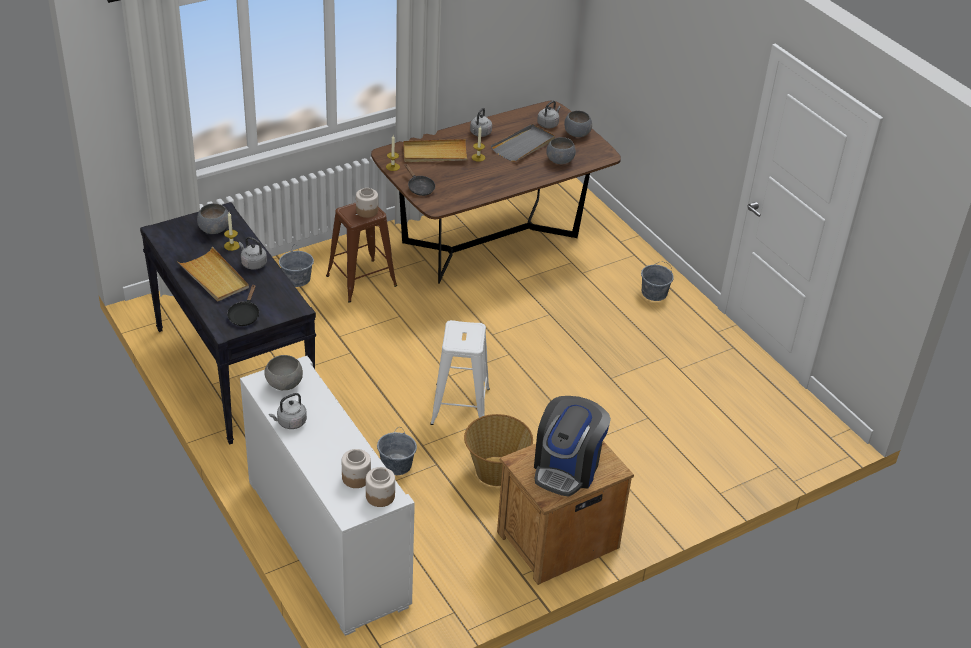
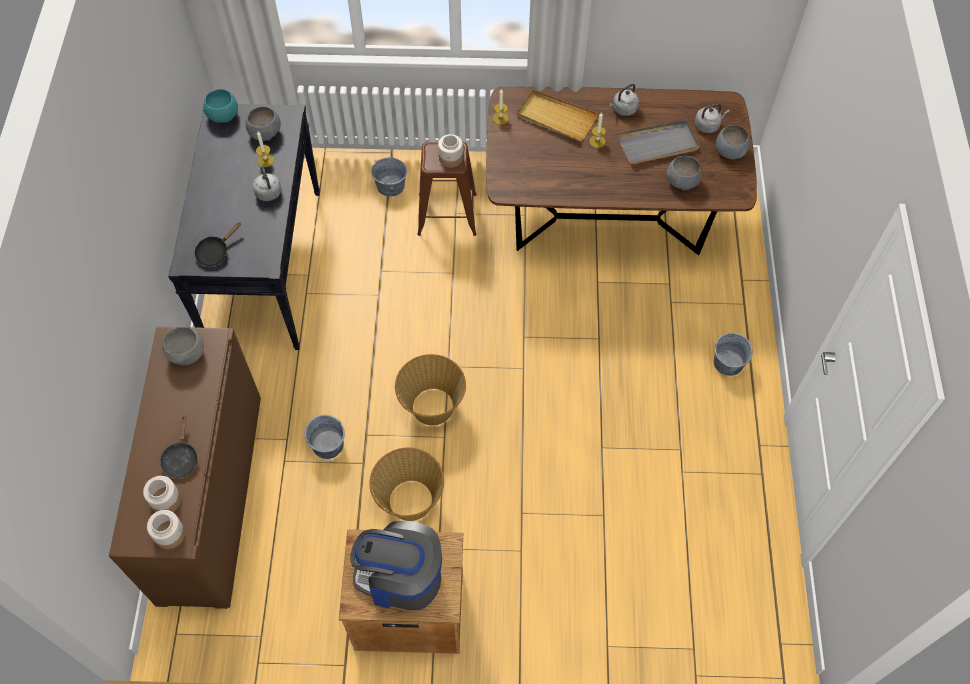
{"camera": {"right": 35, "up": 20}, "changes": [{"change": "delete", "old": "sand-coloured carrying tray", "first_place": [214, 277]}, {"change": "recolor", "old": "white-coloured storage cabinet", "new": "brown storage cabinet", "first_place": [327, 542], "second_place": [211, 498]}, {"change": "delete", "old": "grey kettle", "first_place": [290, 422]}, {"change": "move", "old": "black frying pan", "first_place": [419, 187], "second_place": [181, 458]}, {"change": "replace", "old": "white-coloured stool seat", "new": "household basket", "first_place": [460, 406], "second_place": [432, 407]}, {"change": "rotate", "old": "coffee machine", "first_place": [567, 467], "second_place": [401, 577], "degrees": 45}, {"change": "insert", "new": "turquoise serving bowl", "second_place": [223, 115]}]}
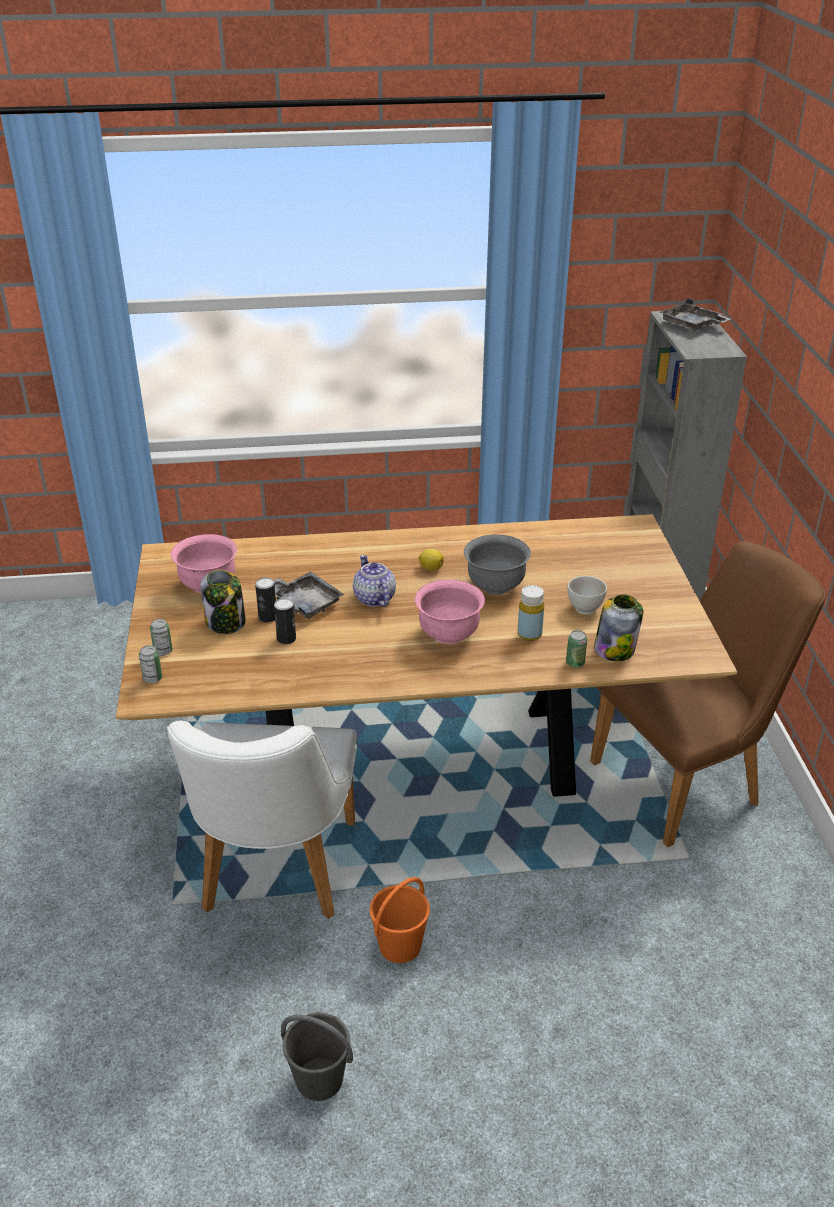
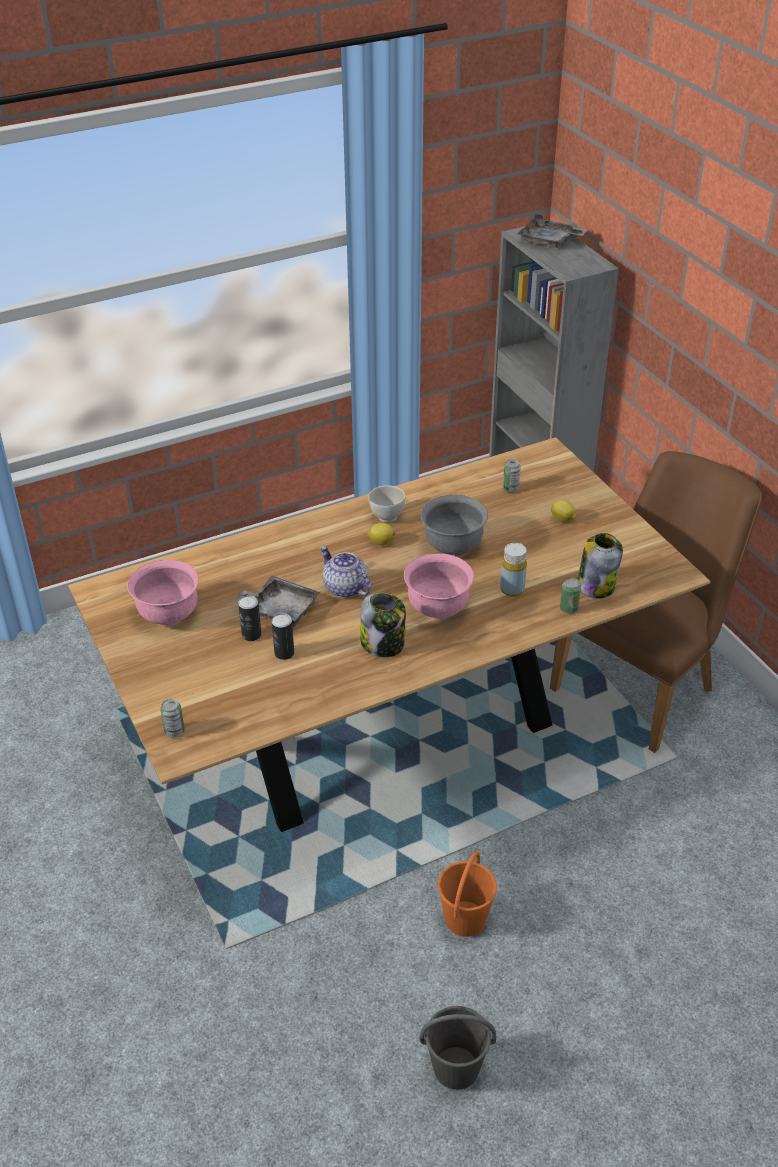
{"camera": {"right": -20, "up": 5}, "changes": [{"change": "move", "old": "sealed can", "first_place": [163, 651], "second_place": [510, 488]}, {"change": "delete", "old": "white-coloured upright chair", "first_place": [274, 877]}, {"change": "move", "old": "preserve jar", "first_place": [226, 622], "second_place": [383, 644]}, {"change": "move", "old": "white-coloured serving bowl", "first_place": [584, 608], "second_place": [387, 516]}, {"change": "insert", "new": "citrus fruit", "second_place": [563, 519]}]}
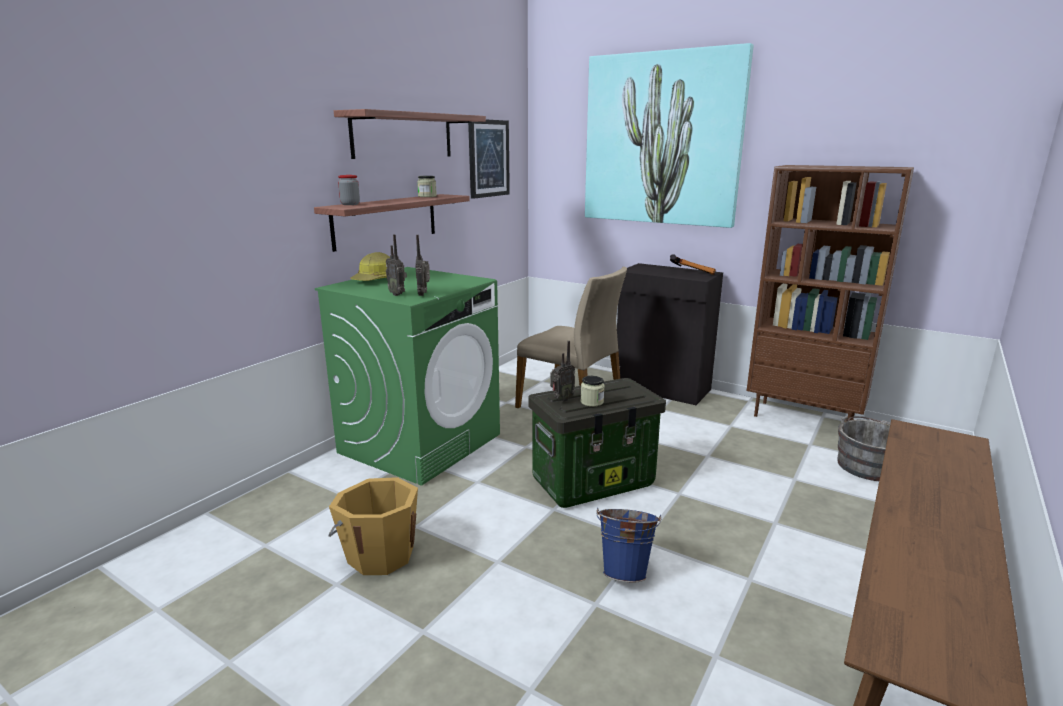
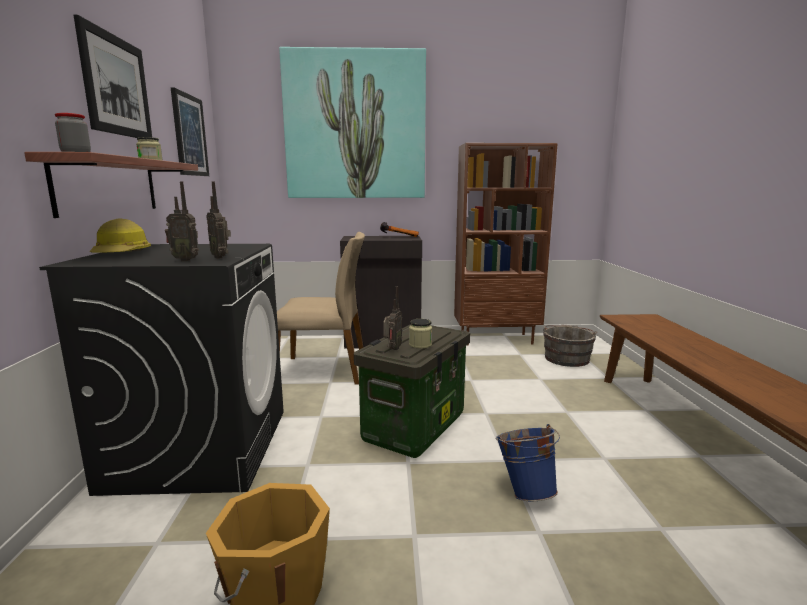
{"camera": {"right": -35, "up": -5}, "changes": [{"change": "recolor", "old": "green laundry appliance", "new": "black laundry appliance", "first_place": [421, 443], "second_place": [201, 447]}, {"change": "replace", "old": "bracket shelf", "new": "wall art", "first_place": [403, 135], "second_place": [116, 86]}]}
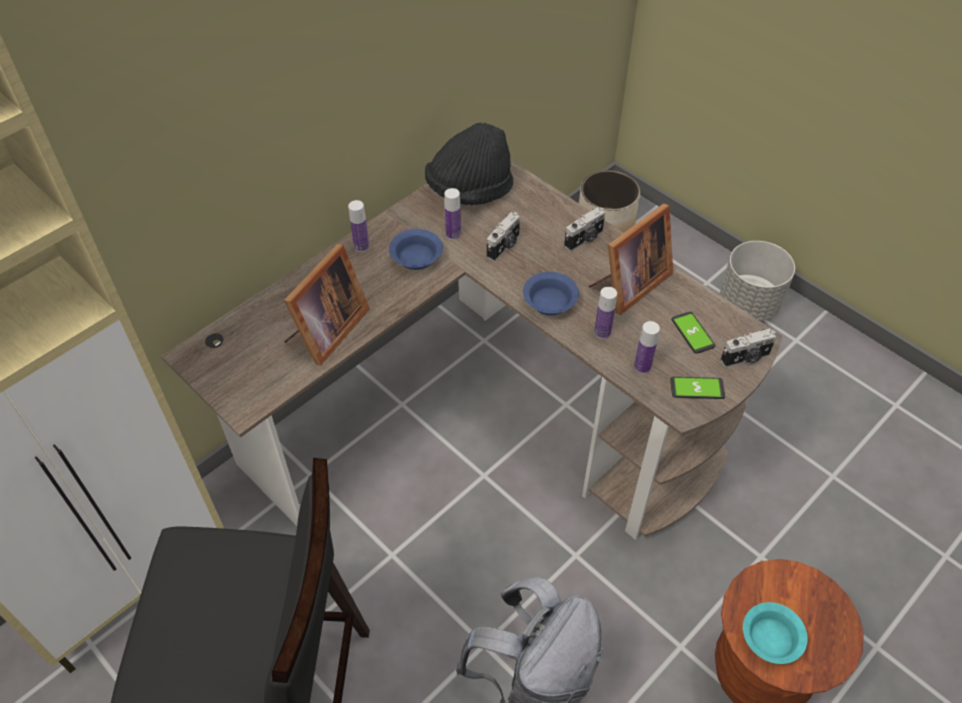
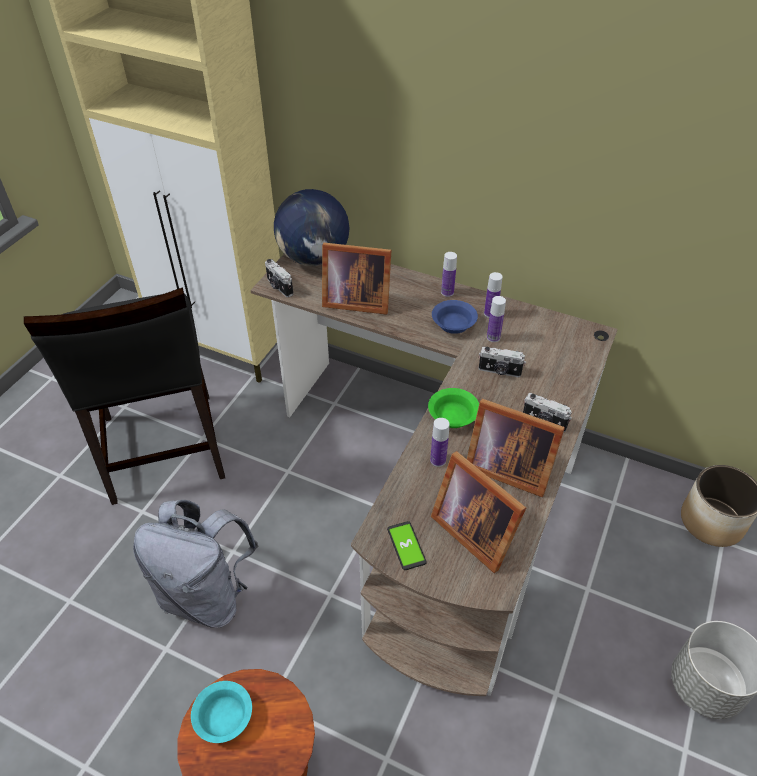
{"camera": {"right": 70, "up": -5}, "changes": [{"change": "delete", "old": "black hat", "first_place": [469, 190]}, {"change": "recolor", "old": "blue-coloured serving bowl", "new": "green serving bowl", "first_place": [550, 302], "second_place": [454, 417]}, {"change": "move", "old": "bottle", "first_place": [642, 367], "second_place": [490, 313]}, {"change": "replace", "old": "telephone", "new": "standing frame", "first_place": [692, 333], "second_place": [473, 529]}, {"change": "move", "old": "photo camera", "first_place": [746, 358], "second_place": [279, 287]}, {"change": "insert", "new": "globe", "second_place": [314, 258]}]}
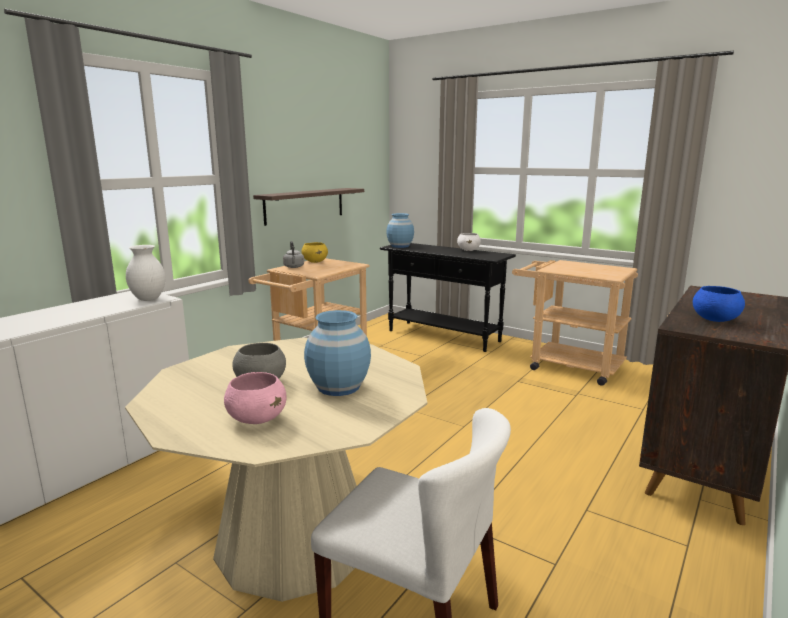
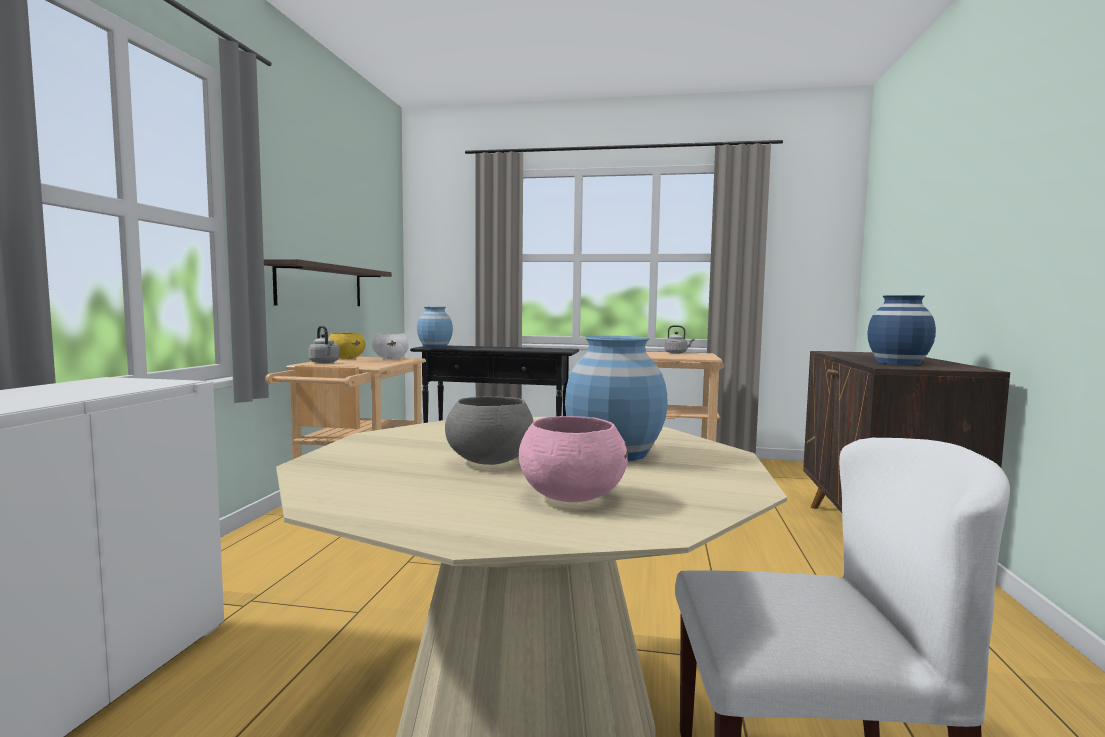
{"camera": {"right": -25, "up": -10}, "changes": [{"change": "delete", "old": "white-coloured decorative vase", "first_place": [149, 299]}, {"change": "move", "old": "white-coloured serving bowl", "first_place": [468, 250], "second_place": [391, 358]}, {"change": "replace", "old": "blue-coloured serving bowl", "new": "blue-coloured decorative vase", "first_place": [715, 320], "second_place": [898, 362]}, {"change": "insert", "new": "grey kettle", "second_place": [677, 353]}]}
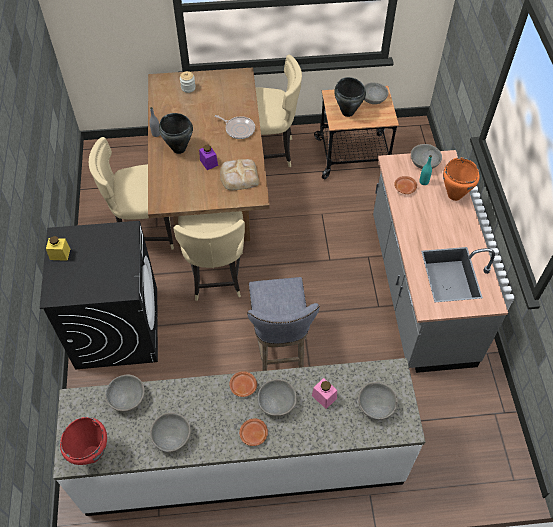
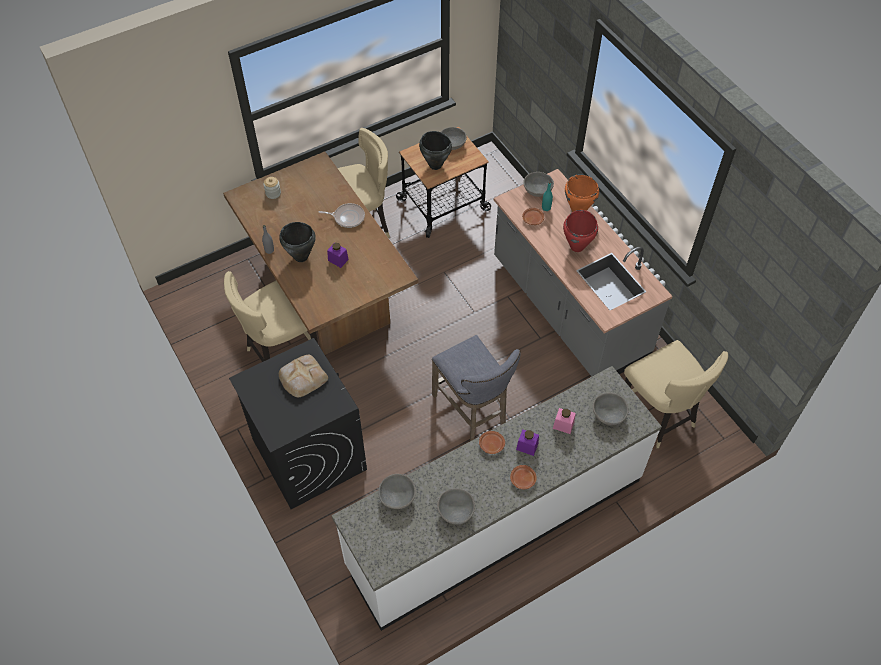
{"camera": {"right": -25, "up": 0}, "changes": [{"change": "delete", "old": "yellowish preserve jar", "first_place": [60, 254]}, {"change": "move", "old": "red-coloured saucepot", "first_place": [92, 454], "second_place": [577, 246]}, {"change": "move", "old": "sand-coloured upright chair", "first_place": [216, 277], "second_place": [658, 417]}, {"change": "move", "old": "baked bread", "first_place": [239, 176], "second_place": [302, 377]}, {"change": "replace", "old": "grey serving bowl", "new": "purple-coloured preserve jar", "first_place": [276, 403], "second_place": [527, 446]}]}
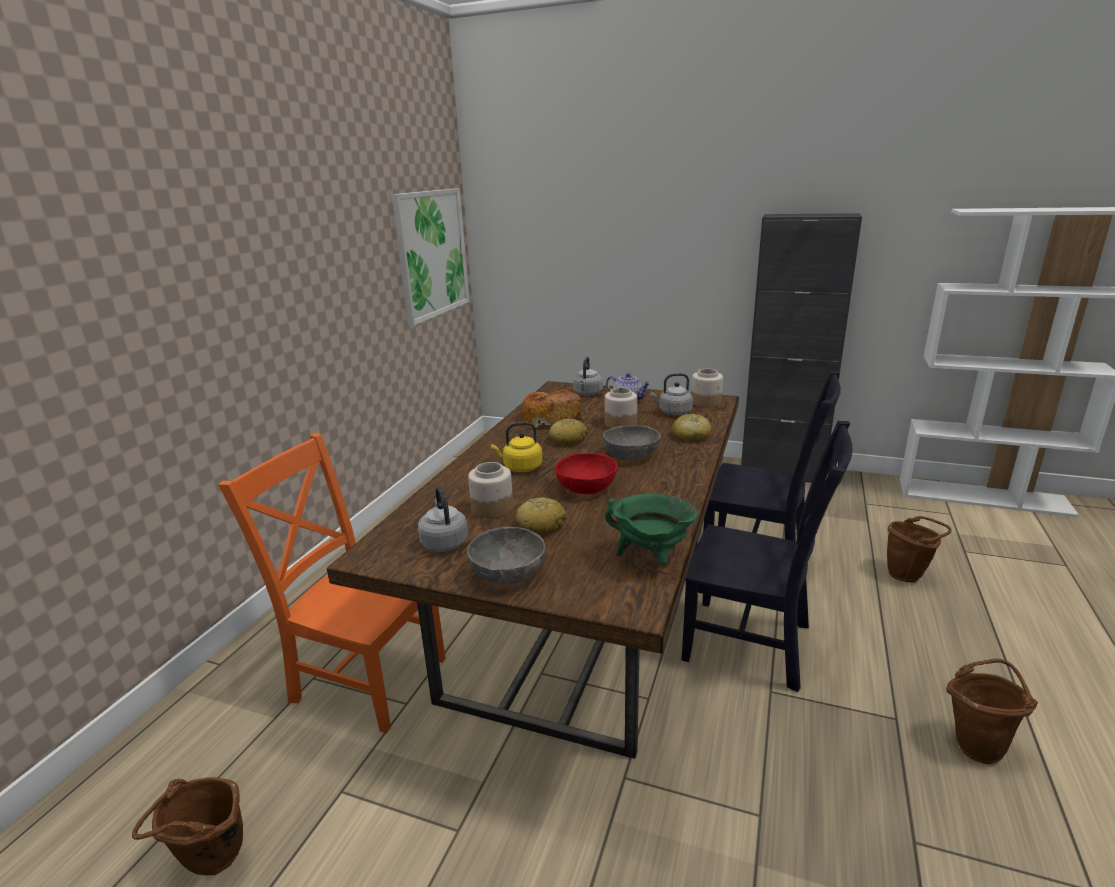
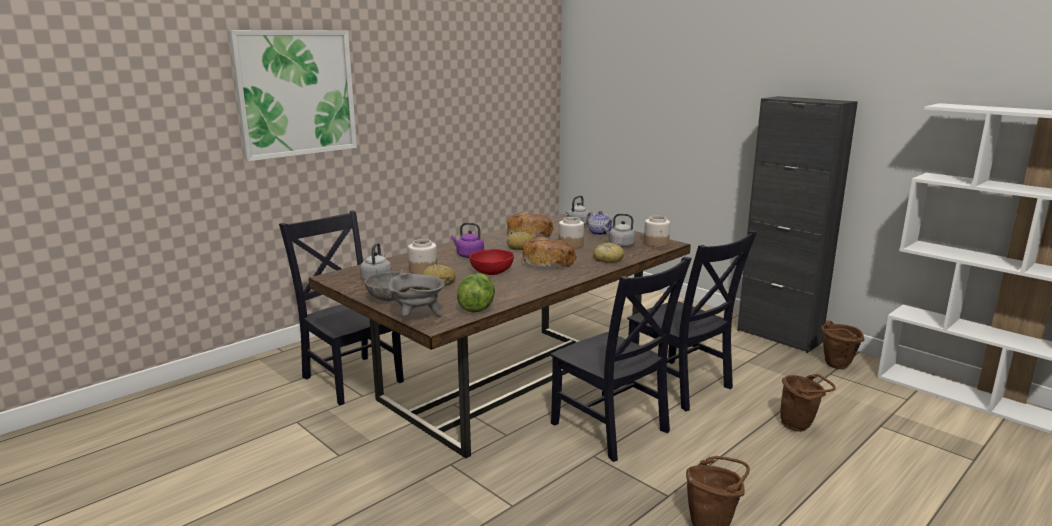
{"camera": {"right": 25, "up": -5}, "changes": [{"change": "move", "old": "brown pail", "first_place": [210, 864], "second_place": [835, 366]}, {"change": "recolor", "old": "orange upright chair", "new": "black upright chair", "first_place": [365, 676], "second_place": [351, 377]}, {"change": "move", "old": "wall art", "first_place": [432, 254], "second_place": [296, 93]}, {"change": "recolor", "old": "yellowish kettle", "new": "purple-coloured kettle", "first_place": [520, 467], "second_place": [468, 255]}, {"change": "replace", "old": "grey serving bowl", "new": "baked bread", "first_place": [631, 456], "second_place": [547, 262]}, {"change": "replace", "old": "green saucepot", "new": "lettuce head", "first_place": [652, 558], "second_place": [476, 308]}, {"change": "insert", "new": "grey saucepot", "second_place": [417, 317]}]}
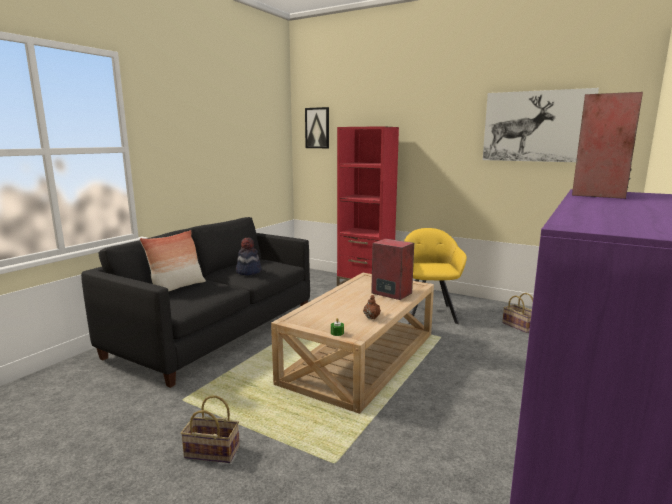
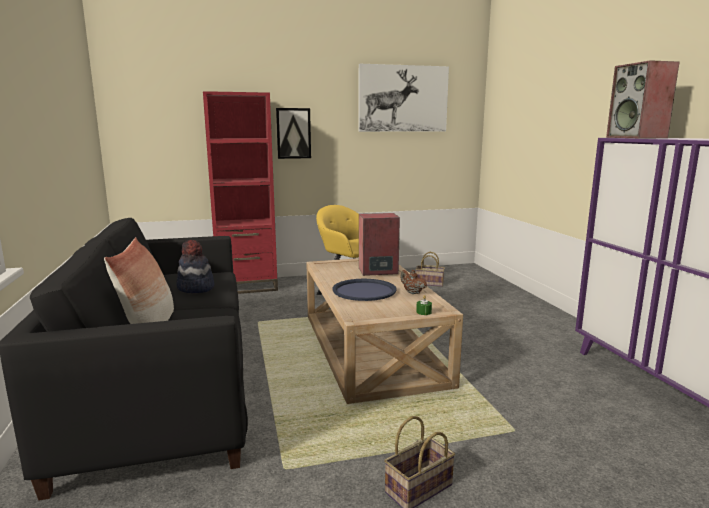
{"camera": {"right": -45, "up": 0}, "changes": [{"change": "move", "old": "wall art", "first_place": [317, 128], "second_place": [293, 133]}, {"change": "insert", "new": "blue-coloured carrying tray", "second_place": [364, 291]}]}
